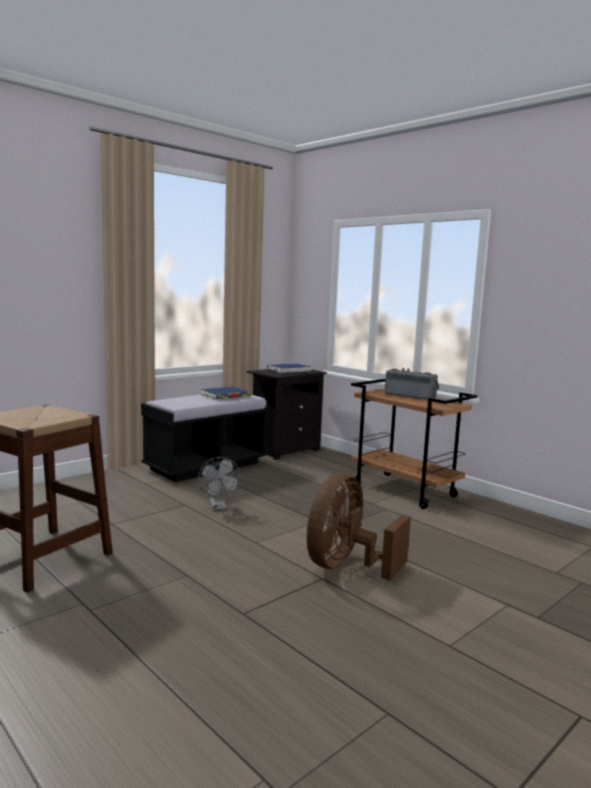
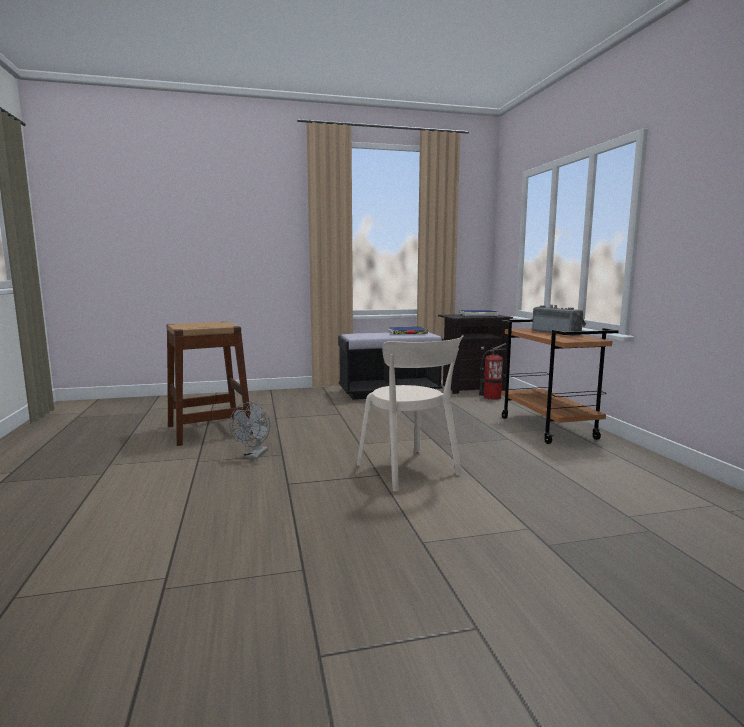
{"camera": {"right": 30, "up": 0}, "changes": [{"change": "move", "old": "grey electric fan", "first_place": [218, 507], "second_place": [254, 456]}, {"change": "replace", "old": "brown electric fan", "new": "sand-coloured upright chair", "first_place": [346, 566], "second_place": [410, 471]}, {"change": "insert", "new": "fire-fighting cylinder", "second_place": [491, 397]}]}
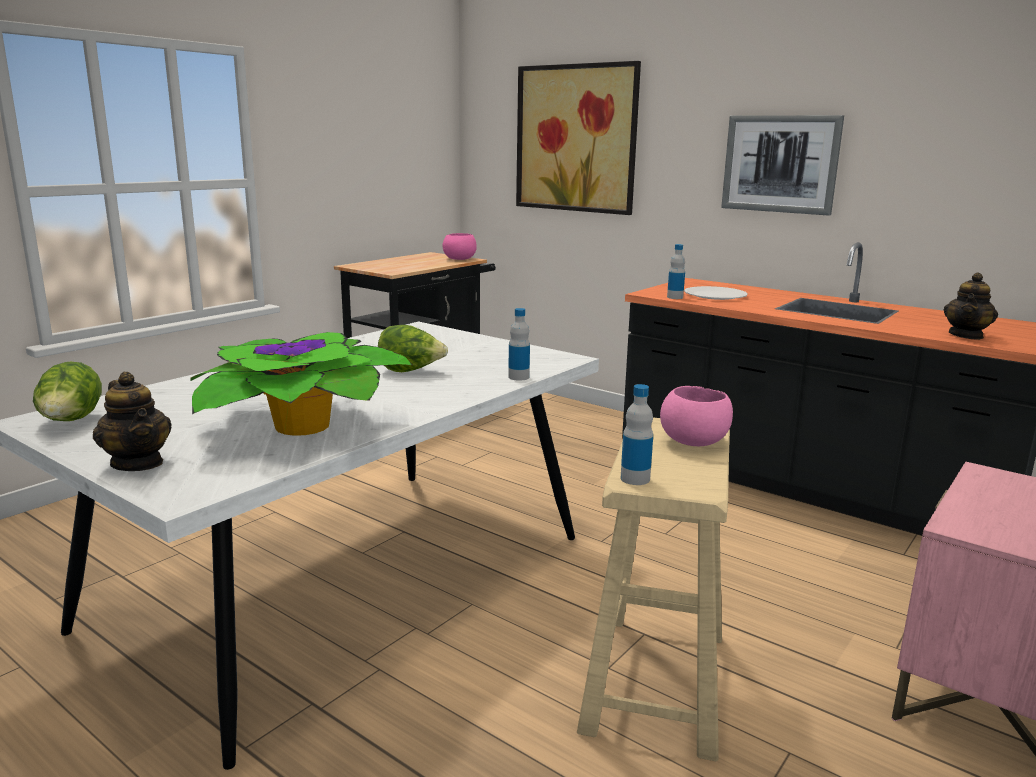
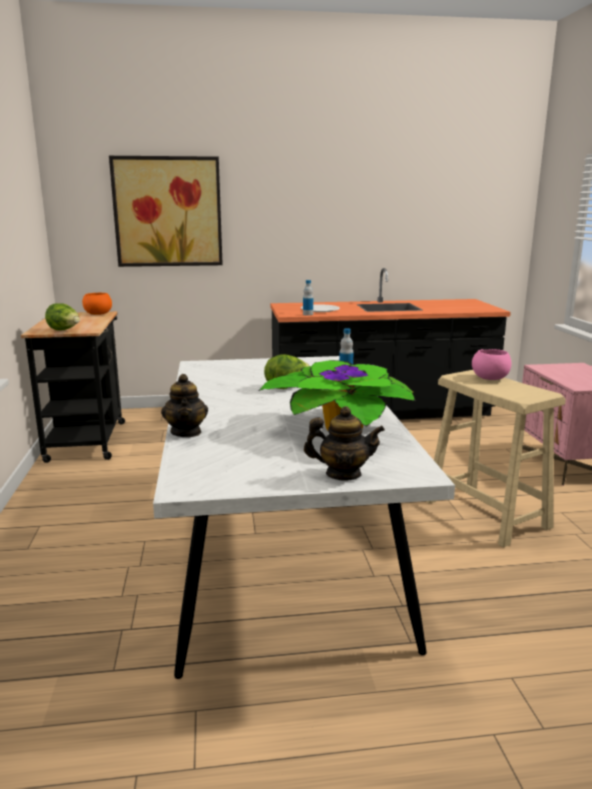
{"camera": {"right": -45, "up": 0}, "changes": [{"change": "move", "old": "lettuce head", "first_place": [71, 422], "second_place": [64, 330]}, {"change": "recolor", "old": "pink serving bowl", "new": "orange serving bowl", "first_place": [459, 259], "second_place": [98, 314]}, {"change": "delete", "old": "bottle", "first_place": [635, 479]}, {"change": "delete", "old": "wall art", "first_place": [780, 164]}, {"change": "move", "old": "teapot", "first_place": [966, 335], "second_place": [186, 432]}]}
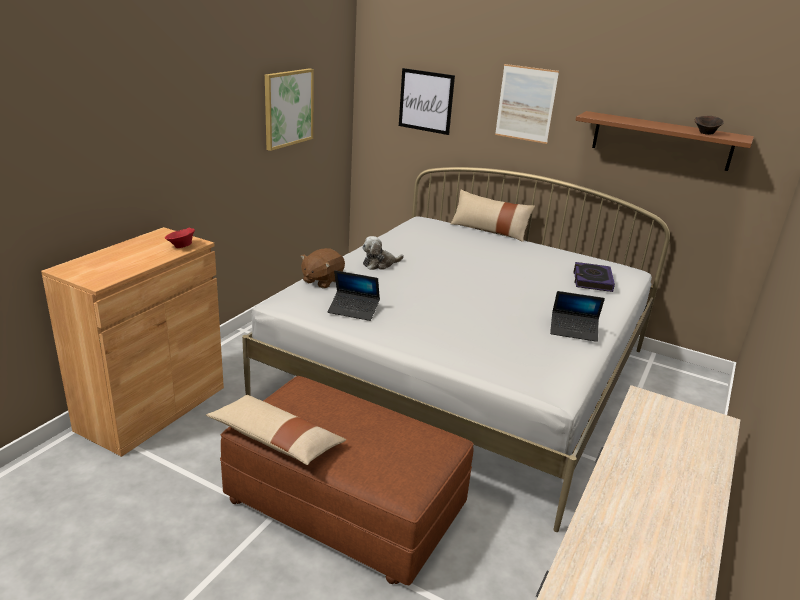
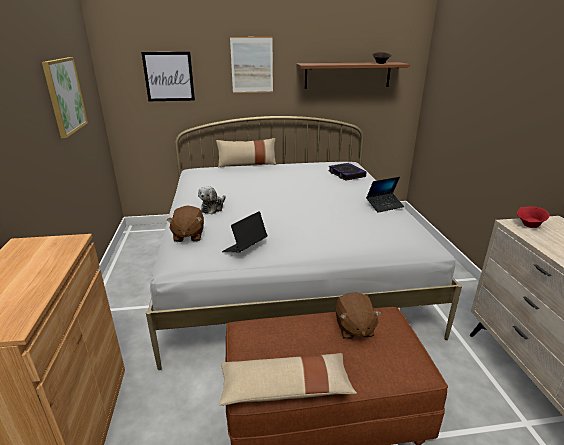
{"camera": {"right": -35, "up": 0}, "changes": [{"change": "move", "old": "red-coloured serving bowl", "first_place": [181, 246], "second_place": [529, 225]}, {"change": "rotate", "old": "notebook computer", "first_place": [353, 310], "second_place": [245, 248], "degrees": 150}, {"change": "insert", "new": "brown soft toy", "second_place": [354, 328]}]}
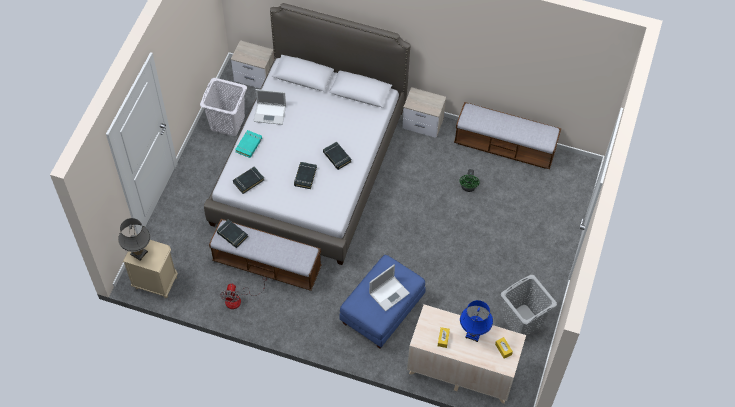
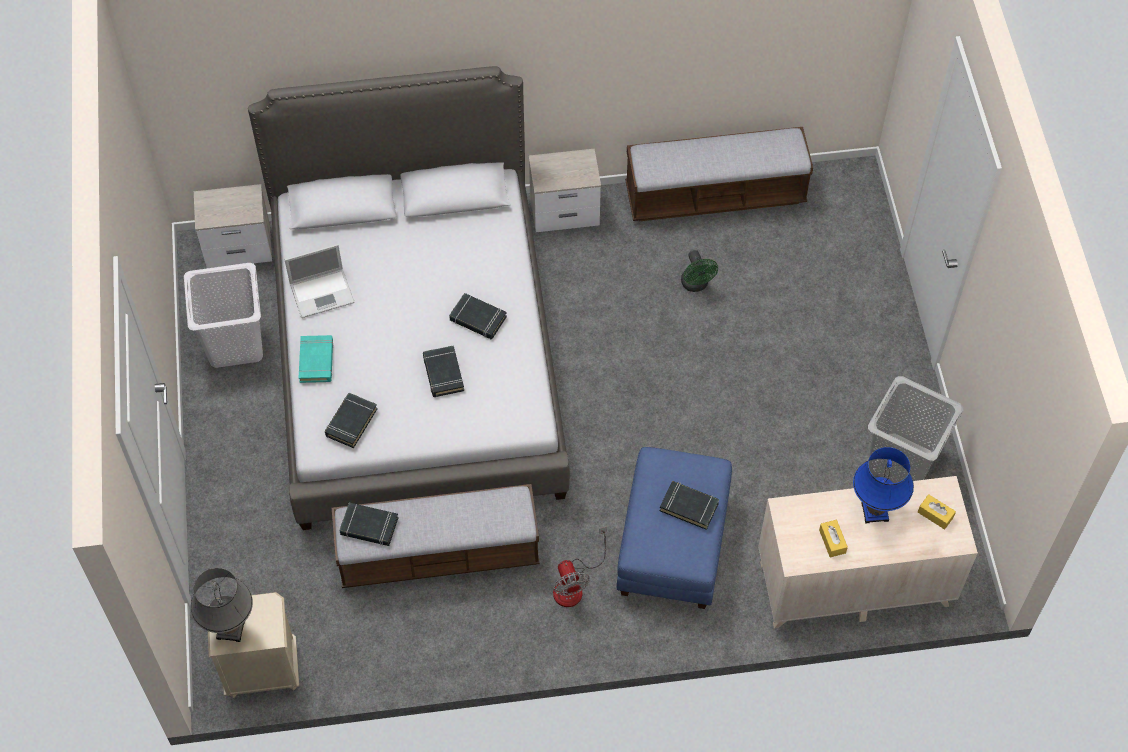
{"camera": {"right": -25, "up": 0}, "changes": [{"change": "move", "old": "electric fan", "first_place": [238, 299], "second_place": [574, 584]}, {"change": "replace", "old": "notebook computer", "new": "black volume", "first_place": [389, 293], "second_place": [689, 507]}]}
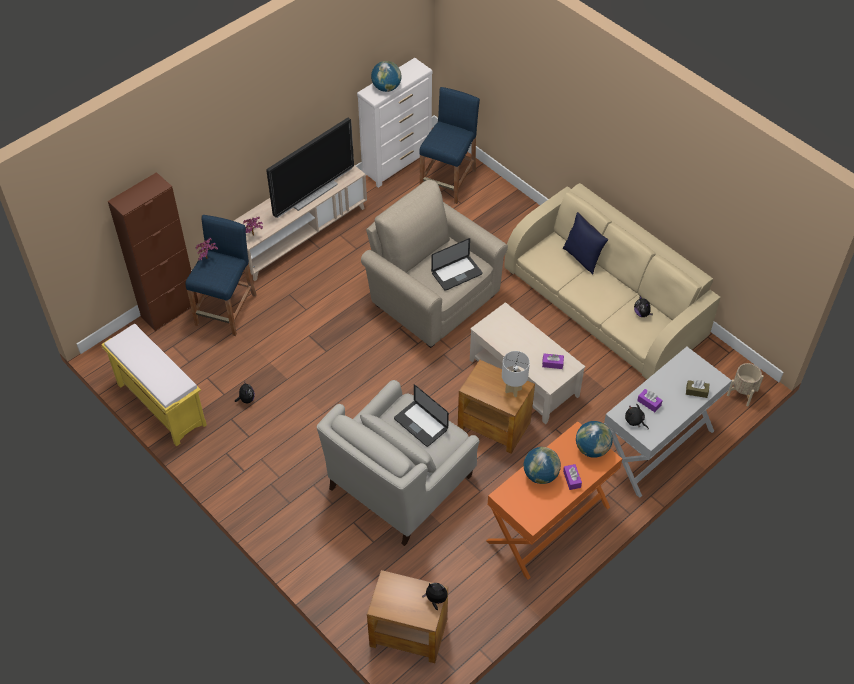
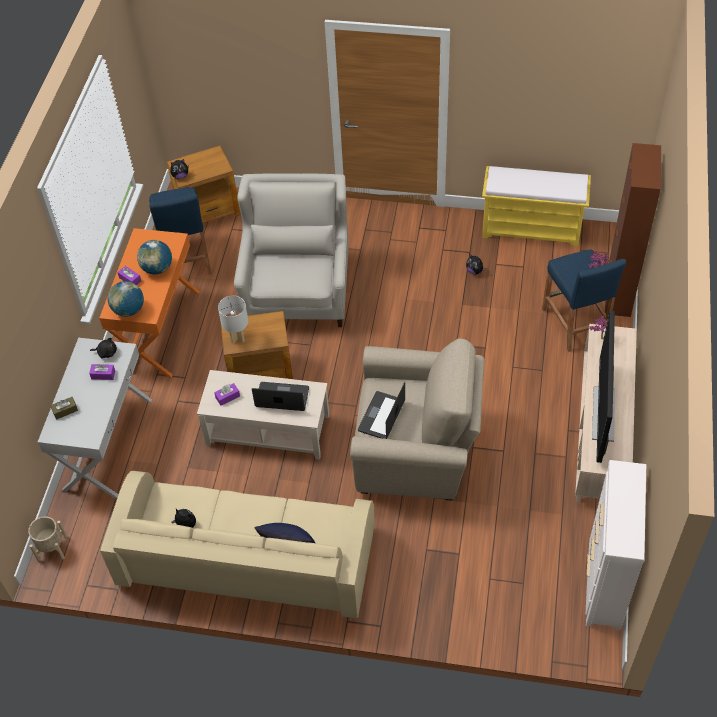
{"camera": {"right": 145, "up": 0}, "changes": [{"change": "delete", "old": "globe", "first_place": [386, 87]}, {"change": "move", "old": "notebook computer", "first_place": [420, 424], "second_place": [282, 397]}, {"change": "move", "old": "blue-coloured stool seat", "first_place": [448, 181], "second_place": [186, 258]}]}
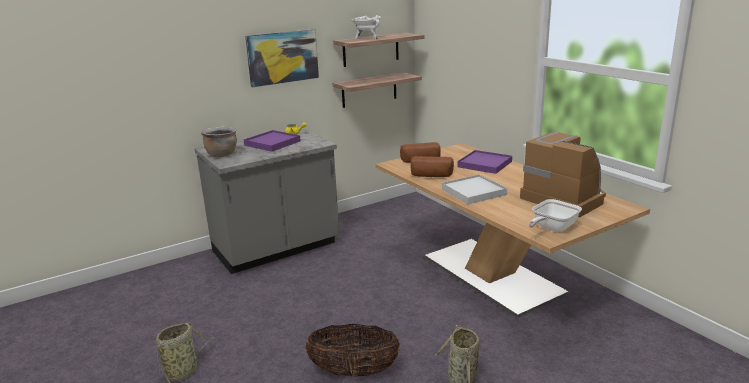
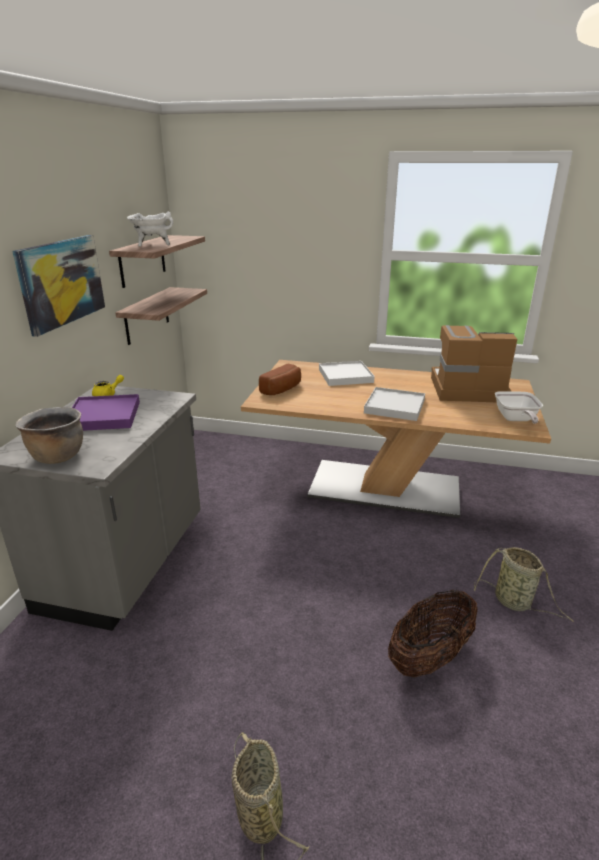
{"camera": {"right": -45, "up": 5}, "changes": [{"change": "delete", "old": "baked bread", "first_place": [431, 176]}, {"change": "recolor", "old": "purple-coloured carrying tray", "new": "white-coloured carrying tray", "first_place": [485, 164], "second_place": [345, 376]}]}
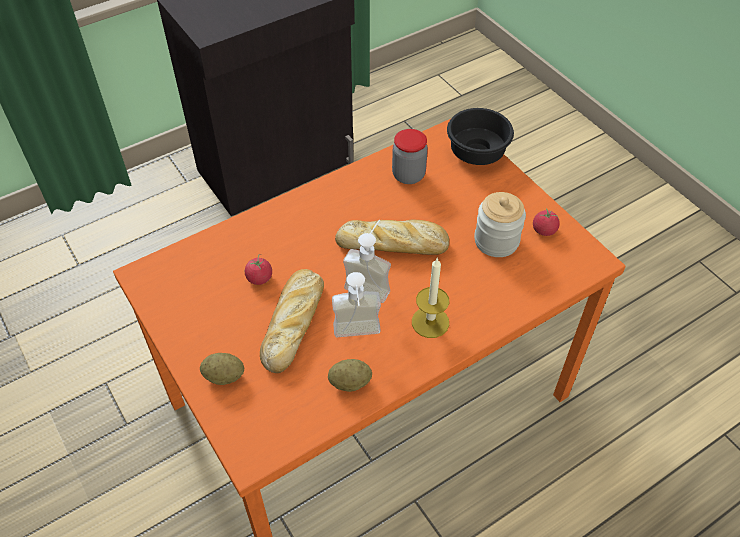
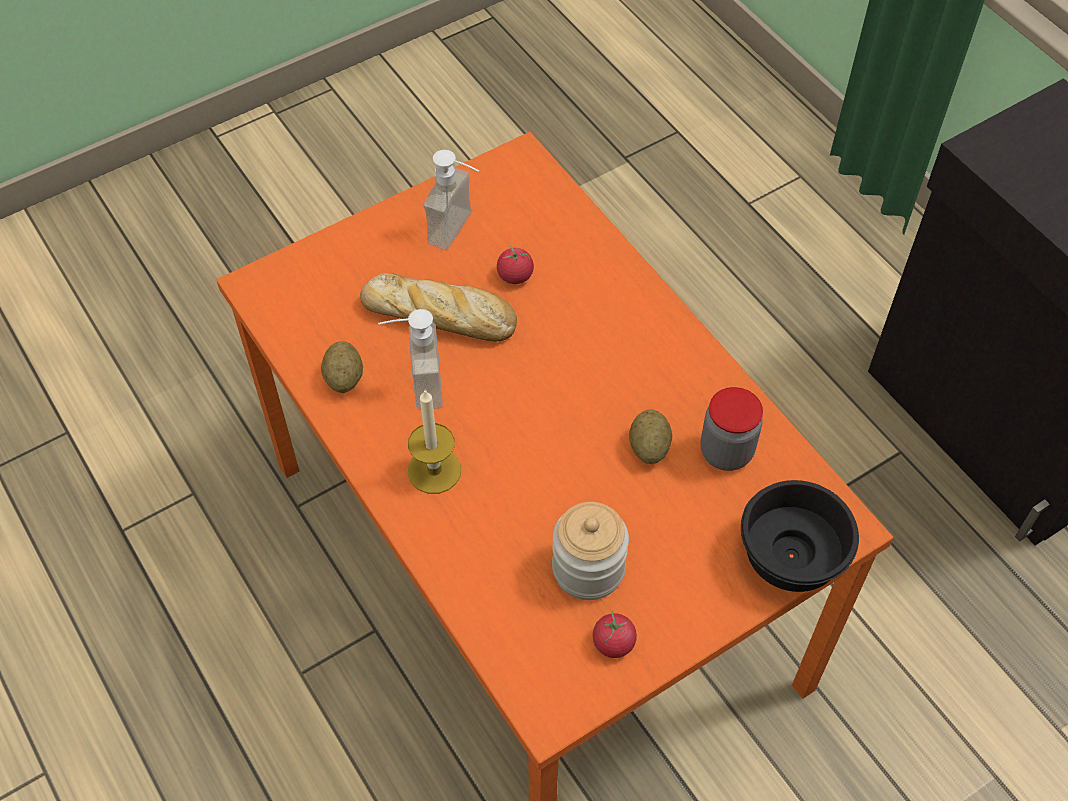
{"camera": {"right": 90, "up": 5}, "changes": [{"change": "move", "old": "spud", "first_place": [224, 376], "second_place": [649, 447]}, {"change": "delete", "old": "baked bread", "first_place": [394, 244]}, {"change": "move", "old": "soap bottle", "first_place": [371, 283], "second_place": [460, 232]}]}
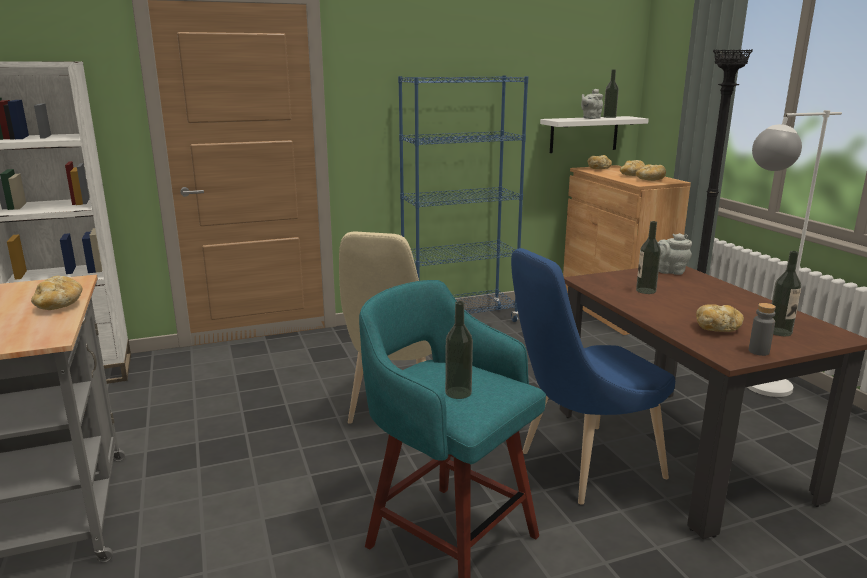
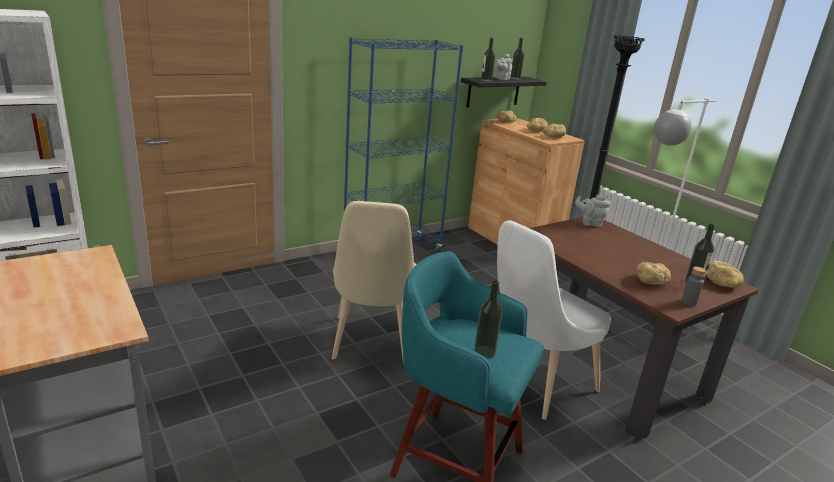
{"camera": {"right": -15, "up": 5}, "changes": [{"change": "move", "old": "baked bread", "first_place": [59, 306], "second_place": [721, 283]}, {"change": "recolor", "old": "blue-coloured upright chair", "new": "white-coloured upright chair", "first_place": [582, 467], "second_place": [534, 386]}, {"change": "recolor", "old": "white-coloured bracket shelf", "new": "black bracket shelf", "first_place": [584, 134], "second_place": [493, 91]}, {"change": "move", "old": "bottle", "first_place": [646, 291], "second_place": [486, 80]}]}
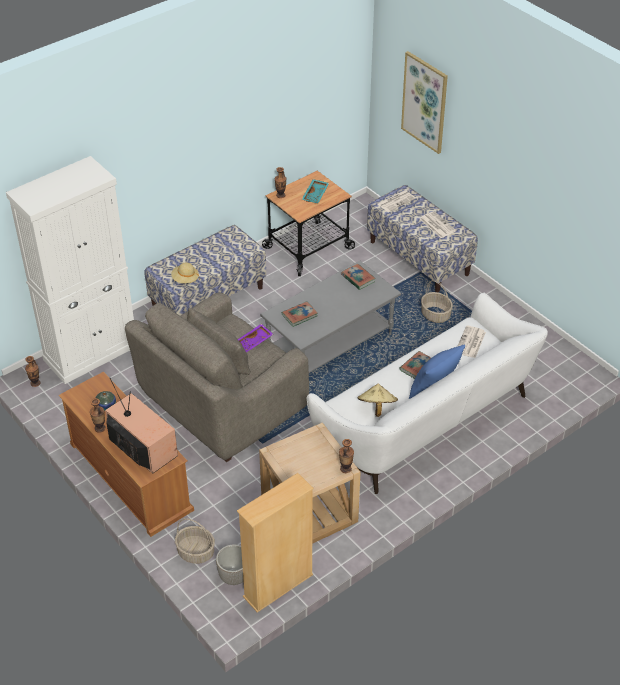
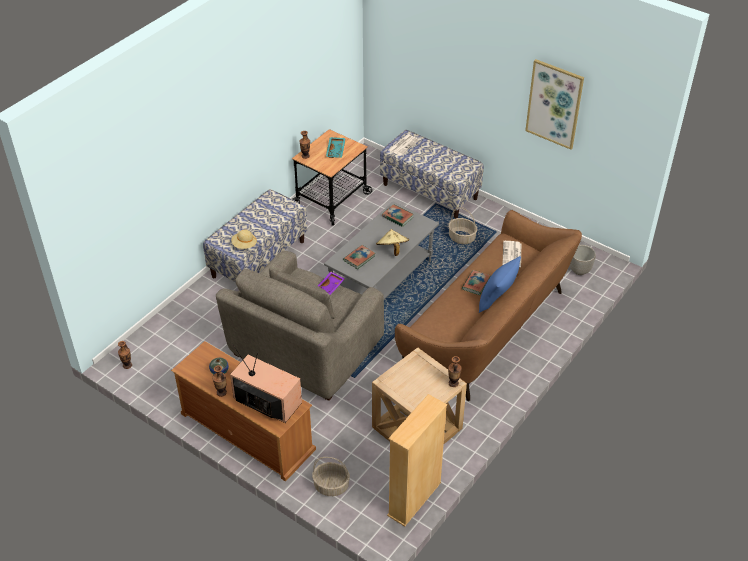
{"camera": {"right": -15, "up": 0}, "changes": [{"change": "delete", "old": "white-coloured storage cabinet", "first_place": [91, 352]}, {"change": "move", "old": "plant pot", "first_place": [234, 577], "second_place": [579, 271]}, {"change": "recolor", "old": "white-coloured couch", "new": "brown couch", "first_place": [426, 421], "second_place": [488, 329]}, {"change": "move", "old": "sand-coloured hat", "first_place": [376, 407], "second_place": [392, 249]}, {"change": "move", "old": "wall art", "first_place": [425, 102], "second_place": [554, 104]}, {"change": "delete", "old": "newspaper", "first_place": [437, 225]}]}
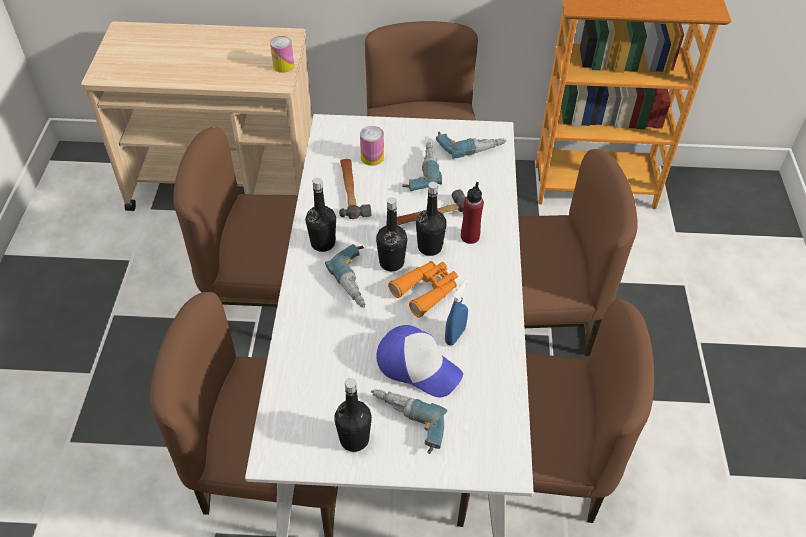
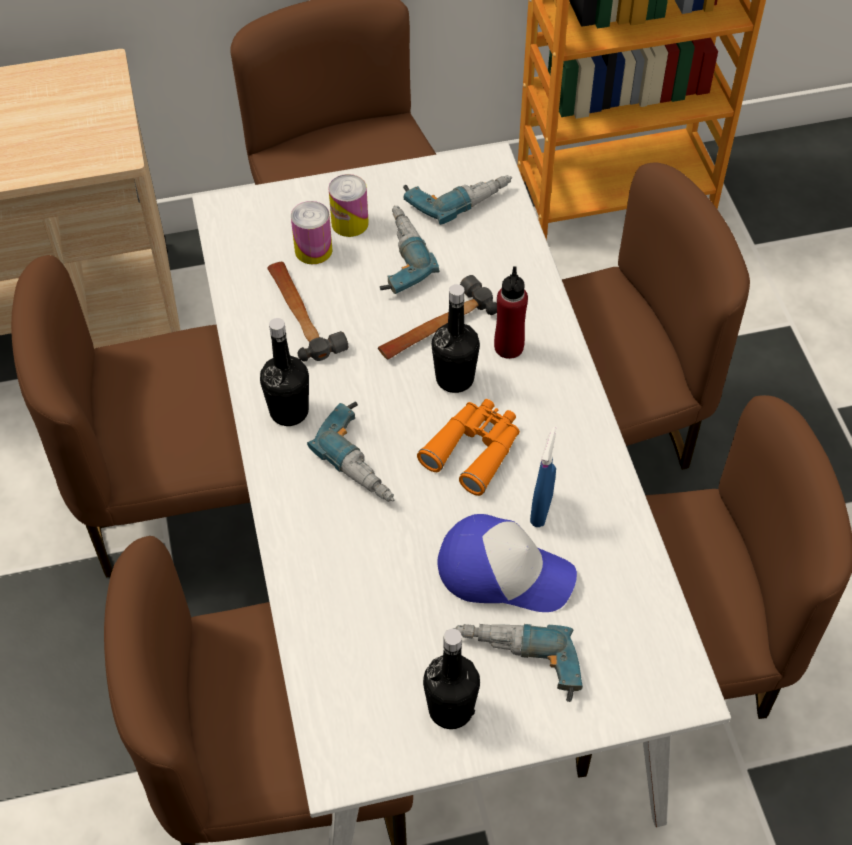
{"camera": {"right": -15, "up": 5}, "changes": [{"change": "move", "old": "sealed can", "first_place": [283, 66], "second_place": [350, 223]}, {"change": "delete", "old": "black bottle", "first_place": [391, 262]}]}
